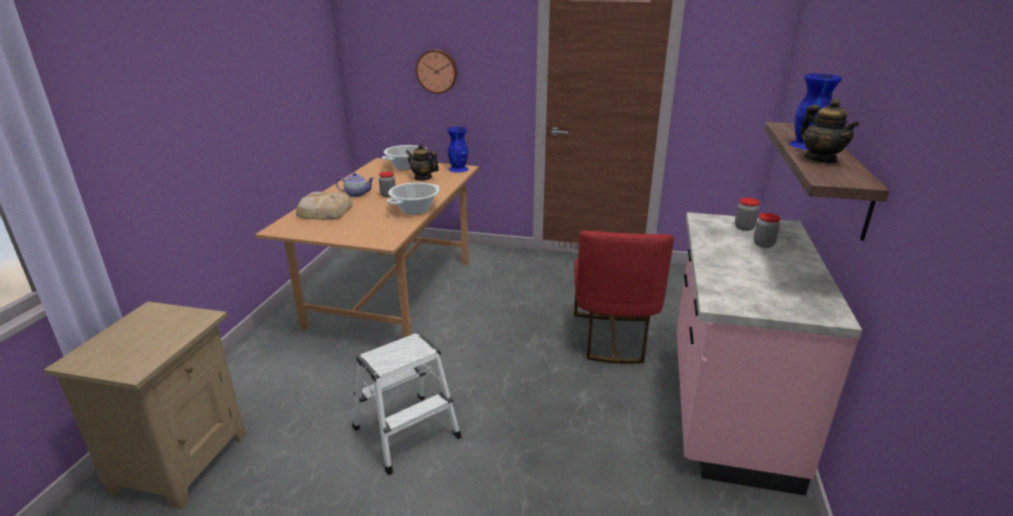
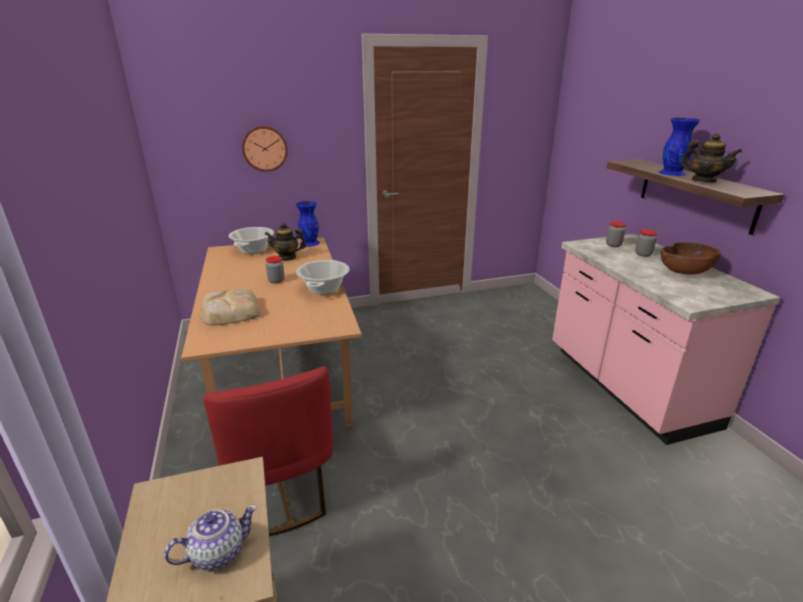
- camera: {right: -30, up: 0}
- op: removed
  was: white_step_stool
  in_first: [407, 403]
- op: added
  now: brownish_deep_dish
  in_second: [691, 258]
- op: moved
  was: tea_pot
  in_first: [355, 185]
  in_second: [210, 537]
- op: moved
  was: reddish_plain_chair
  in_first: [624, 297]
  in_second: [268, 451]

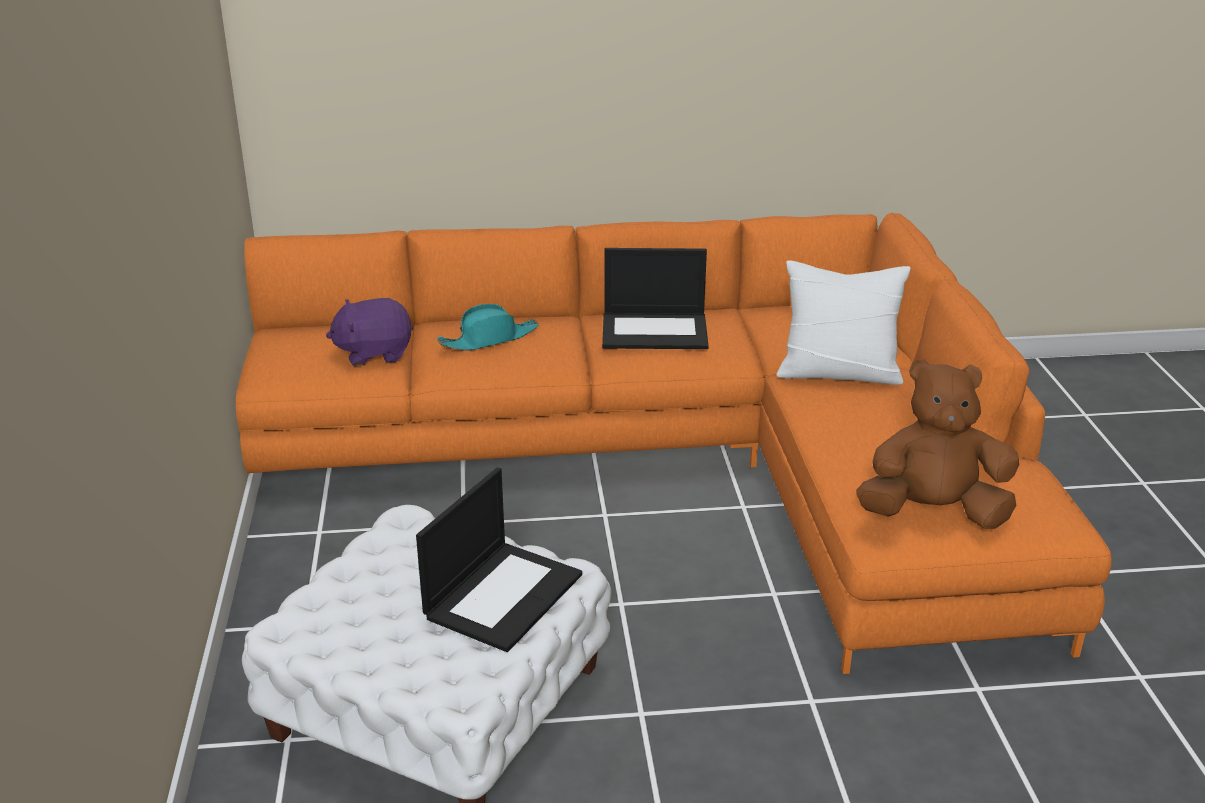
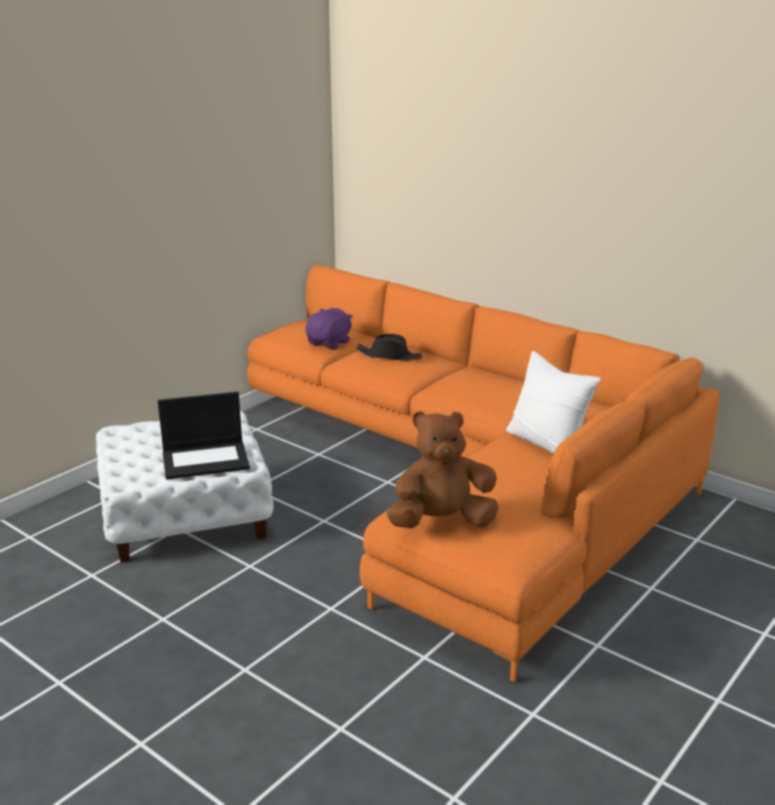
- camera: {right: 45, up: -5}
- op: removed
  was: laptop
  in_first: [655, 298]
- op: recoloured
  was: turquoise-coloured_clothing_hat
  now: blackish_clothing_hat
  in_first: [488, 327]
  in_second: [390, 347]
- op: turned
  was: purple-coloured_plush_toy
  in_first: [369, 332]
  in_second: [329, 328]
  clockwise: 90
- op: turned
  was: brownish_plush_toy
  in_first: [937, 444]
  in_second: [442, 469]
  clockwise: -60

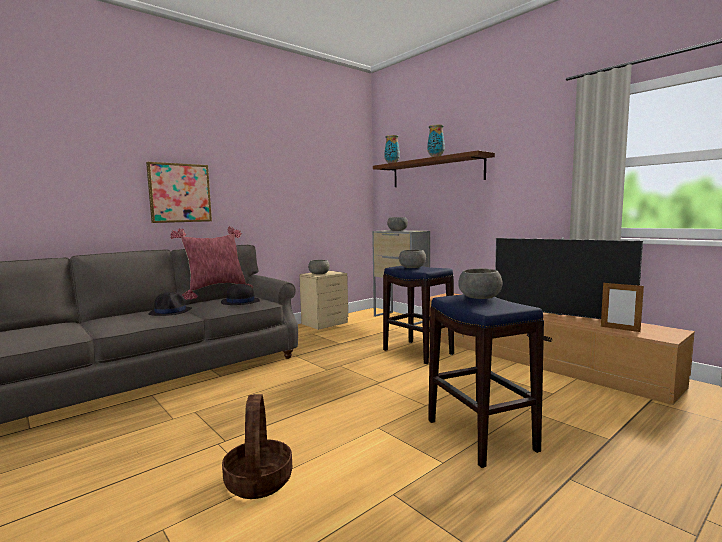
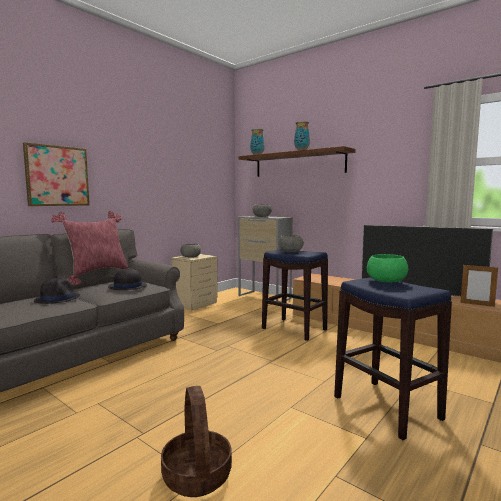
- camera: {right: -10, up: 0}
- op: recoloured
  was: gray_deep_dish
  now: greenish_deep_dish
  in_first: [480, 283]
  in_second: [387, 268]

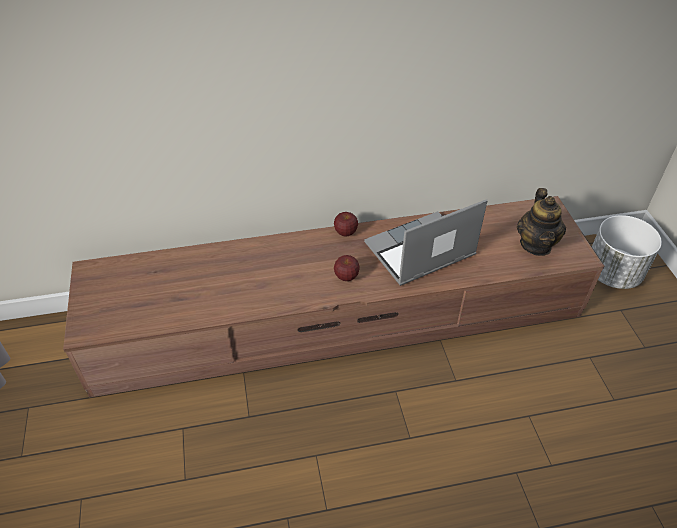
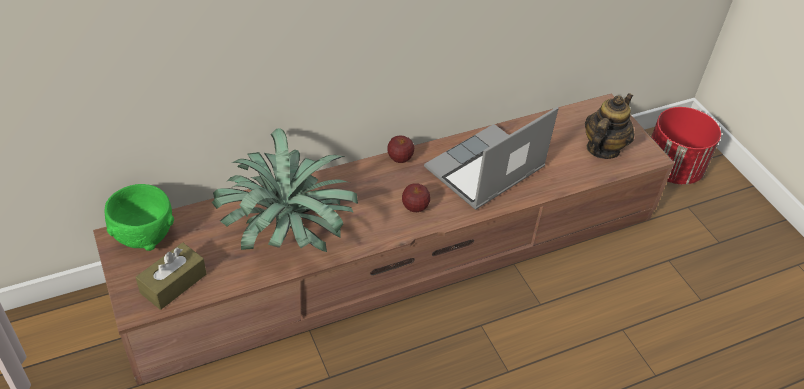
- camera: {right: -15, up: 0}
- op: added
  now: greenish_deep_dish
  in_second: [139, 217]
- op: added
  now: brownish_box_of_tissues
  in_second: [171, 276]
- op: added
  now: potted_plant
  in_second: [285, 190]
- op: recoloured
  was: white_plant_pot
  now: reddish_plant_pot
  in_first: [627, 252]
  in_second: [686, 146]
- op: turned
  was: tea_pot
  in_first: [541, 222]
  in_second: [610, 126]
  clockwise: -135

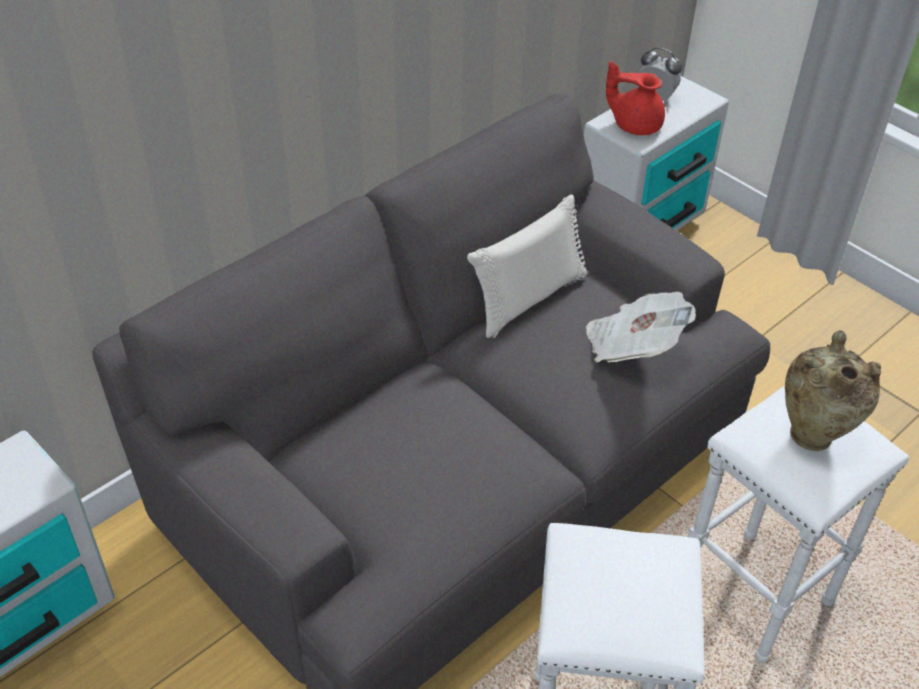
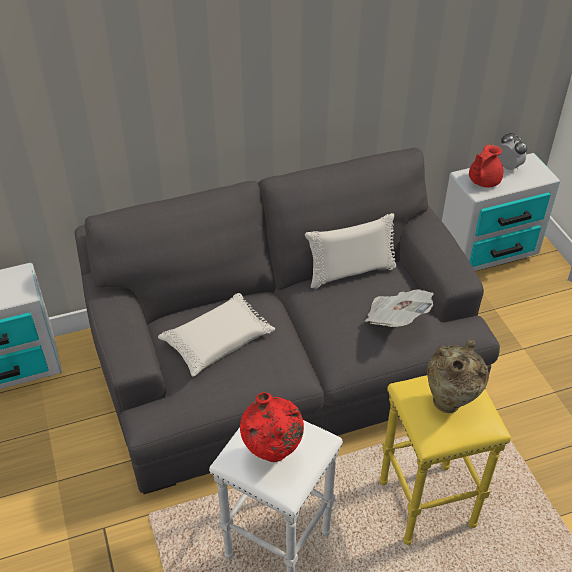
- camera: {right: 25, up: 0}
- op: added
  now: white_throw_pillow
  in_second: [216, 334]
- op: added
  now: reddish_decorative_vase
  in_second: [272, 427]
- op: recoloured
  was: white_sitting_stool
  now: yellow_sitting_stool
  in_first: [798, 524]
  in_second: [445, 460]
- op: turned
  was: reddish_tea_pot
  in_first: [635, 98]
  in_second: [486, 166]
  clockwise: -90

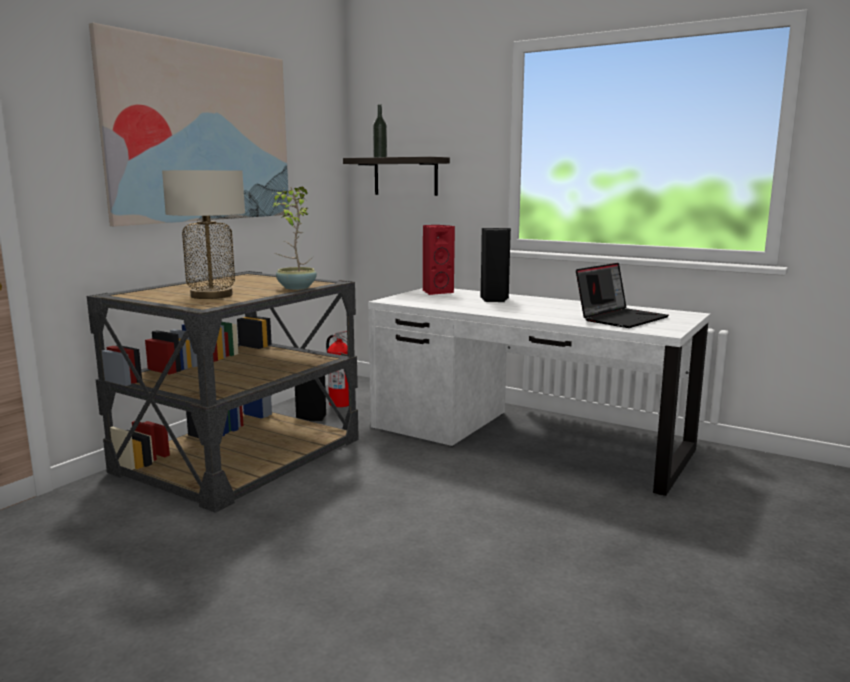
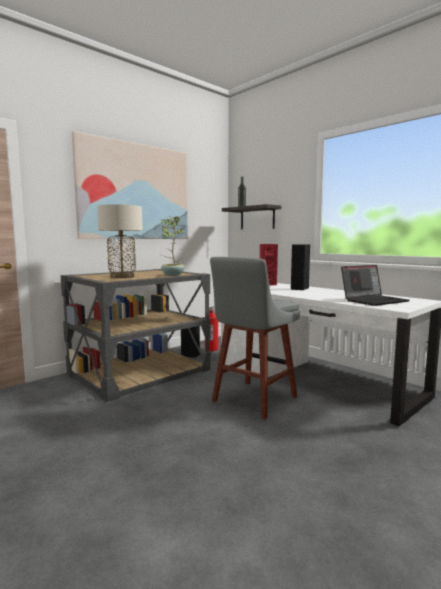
- camera: {right: 15, up: -5}
- op: added
  now: gray_sitting_stool
  in_second: [255, 338]

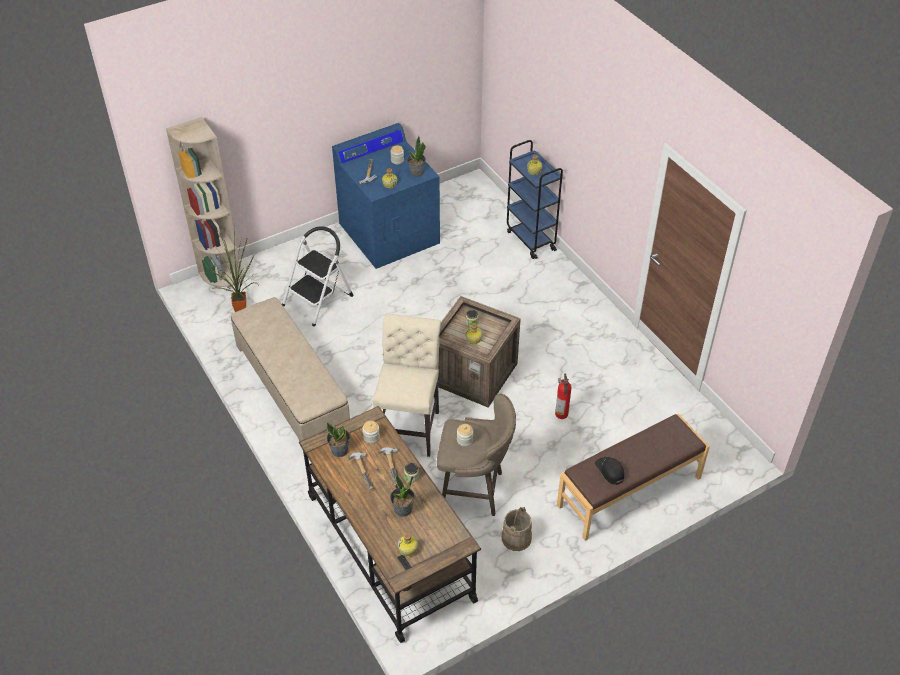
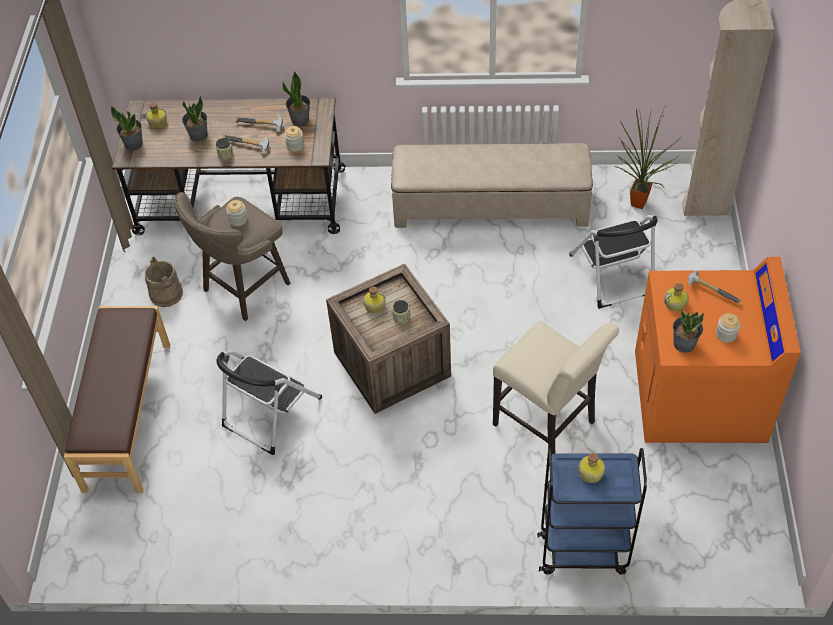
- camera: {right: 125, up: 5}
- op: removed
  was: blackish_baseball_cap
  in_first: [609, 471]
- op: added
  now: potted_plant
  in_second: [127, 128]
- op: moved
  was: beige-coloured_sitting_stool
  in_first: [407, 385]
  in_second: [556, 388]
- op: replaced
  was: extinguisher
  now: step_stool
  in_first: [563, 396]
  in_second: [269, 402]
- op: recoloured
  was: bluish_laundry_appliance
  now: orangey_laundry_appliance
  in_first: [386, 196]
  in_second: [718, 350]

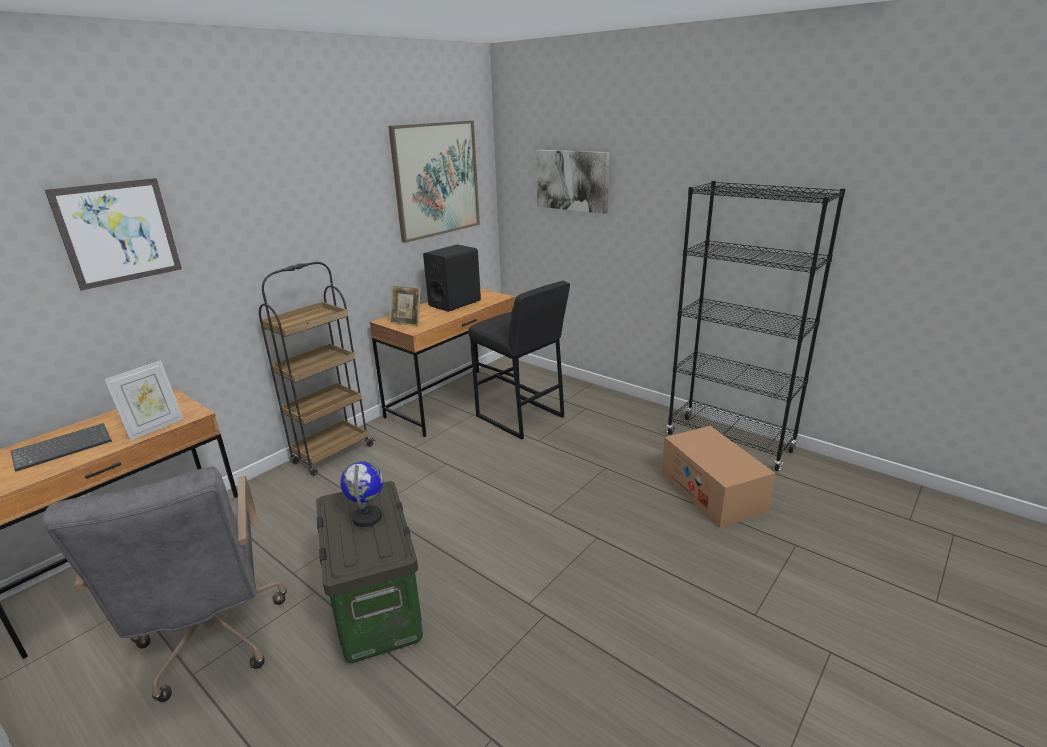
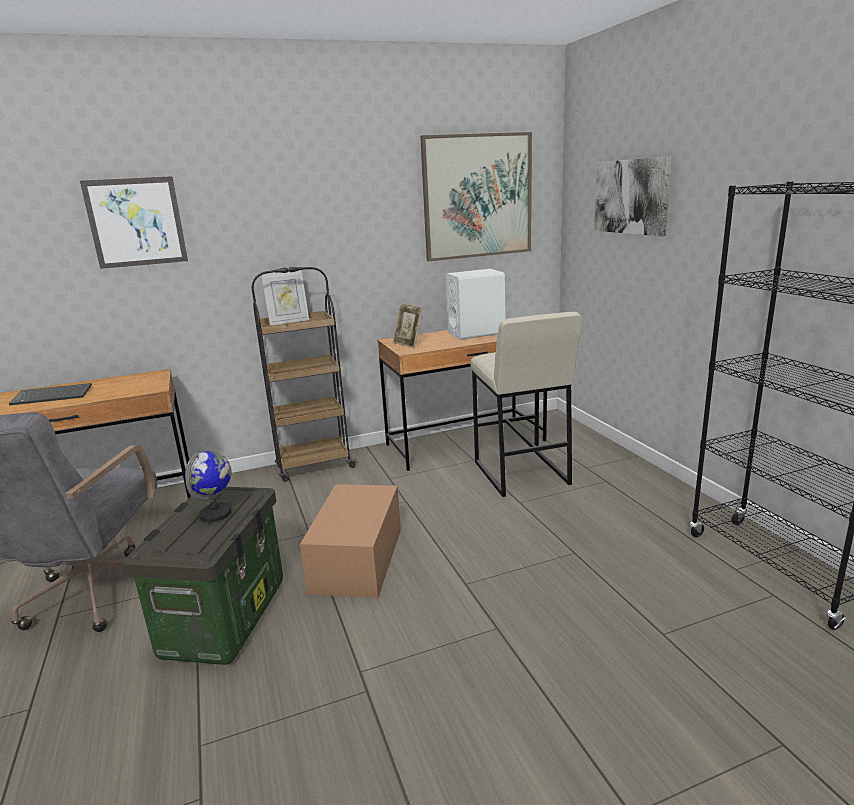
- camera: {right: 30, up: -5}
- op: moved
  was: photo_frame
  in_first: [143, 400]
  in_second: [285, 298]
- op: moved
  was: carton
  in_first: [719, 477]
  in_second: [350, 541]
- op: recoloured
  was: blackish_audio_speaker
  now: white_audio_speaker
  in_first: [452, 278]
  in_second: [475, 304]
- op: recoloured
  was: blackish_sitting_stool
  now: beige-coloured_sitting_stool
  in_first: [519, 360]
  in_second: [526, 404]

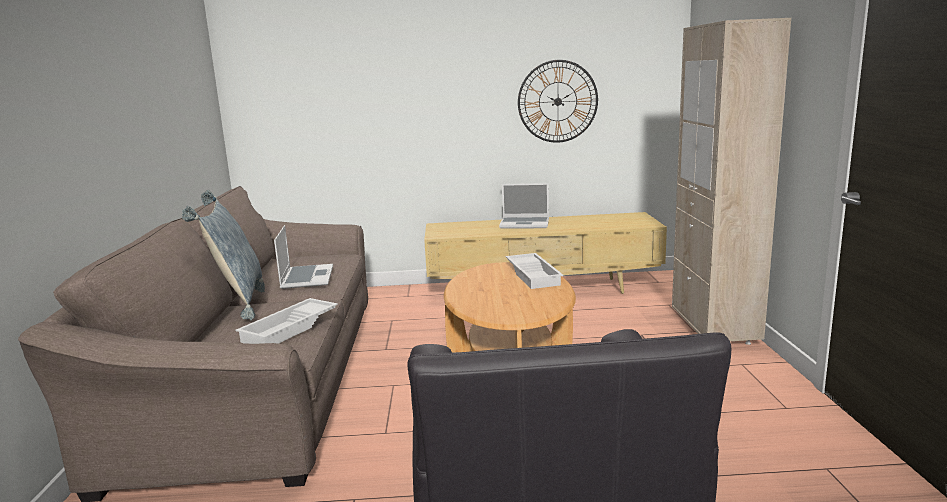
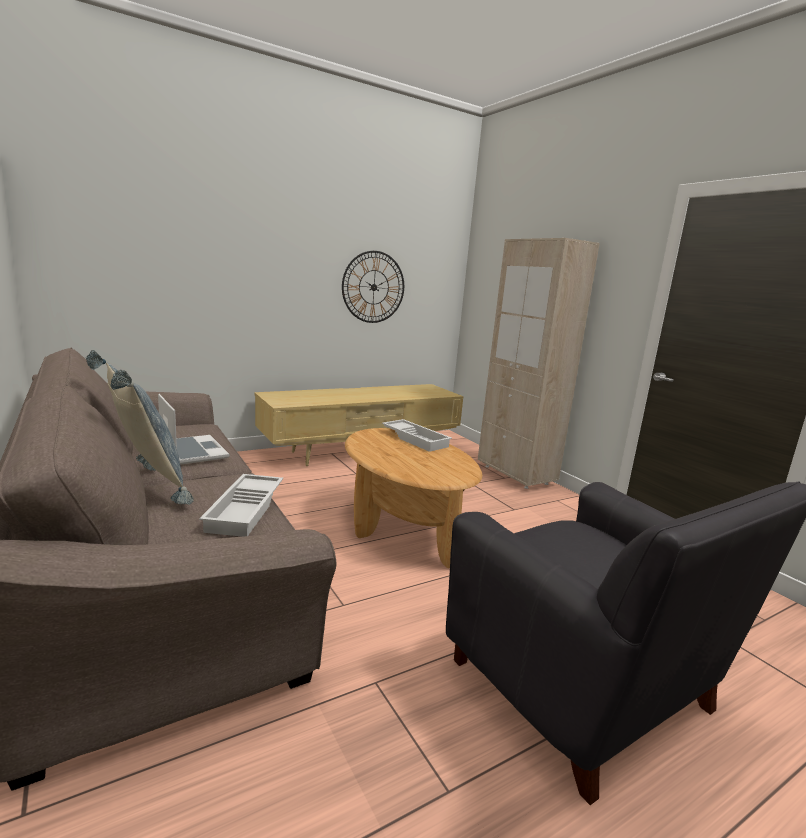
- camera: {right: -30, up: 0}
- op: removed
  was: laptop
  in_first: [524, 206]

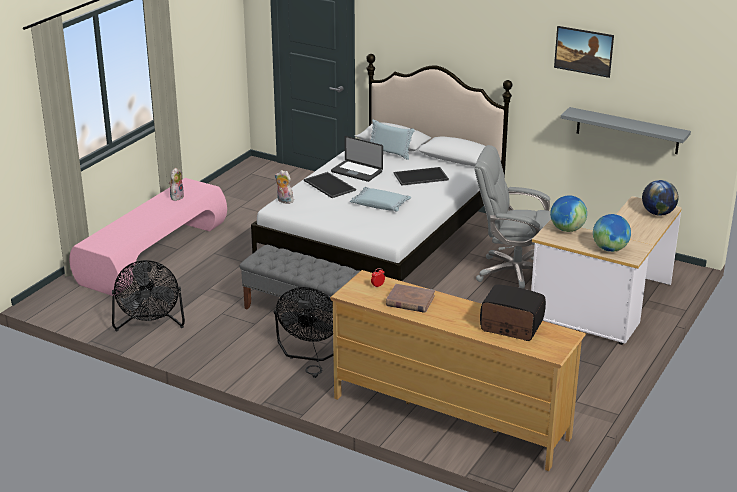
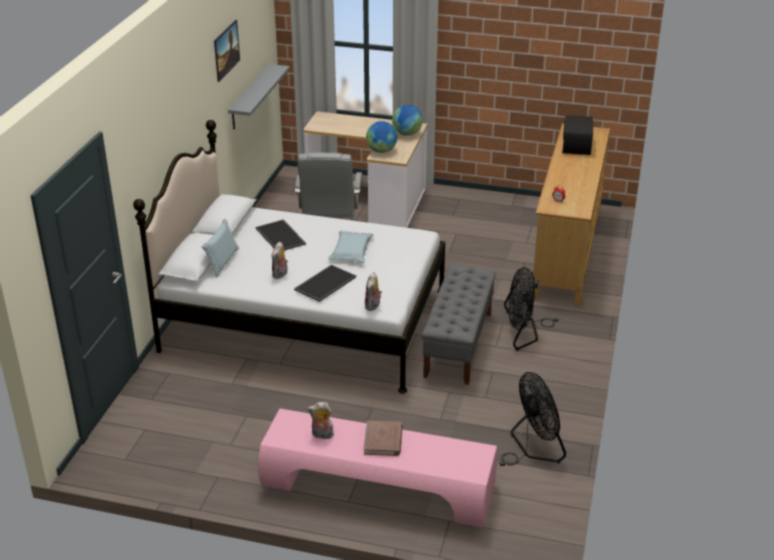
- camera: {right: -105, up: 5}
- op: removed
  was: world_globe
  in_first: [660, 198]
- op: moved
  was: brownish_bound_book
  in_first: [410, 298]
  in_second: [383, 438]
- op: replaced
  was: laptop
  now: plush_toy
  in_first: [357, 159]
  in_second: [280, 260]

